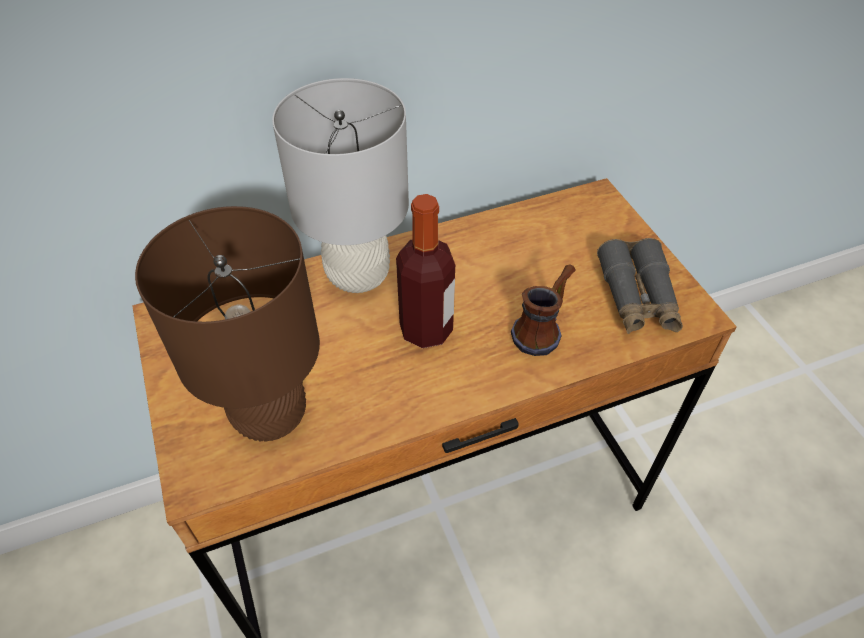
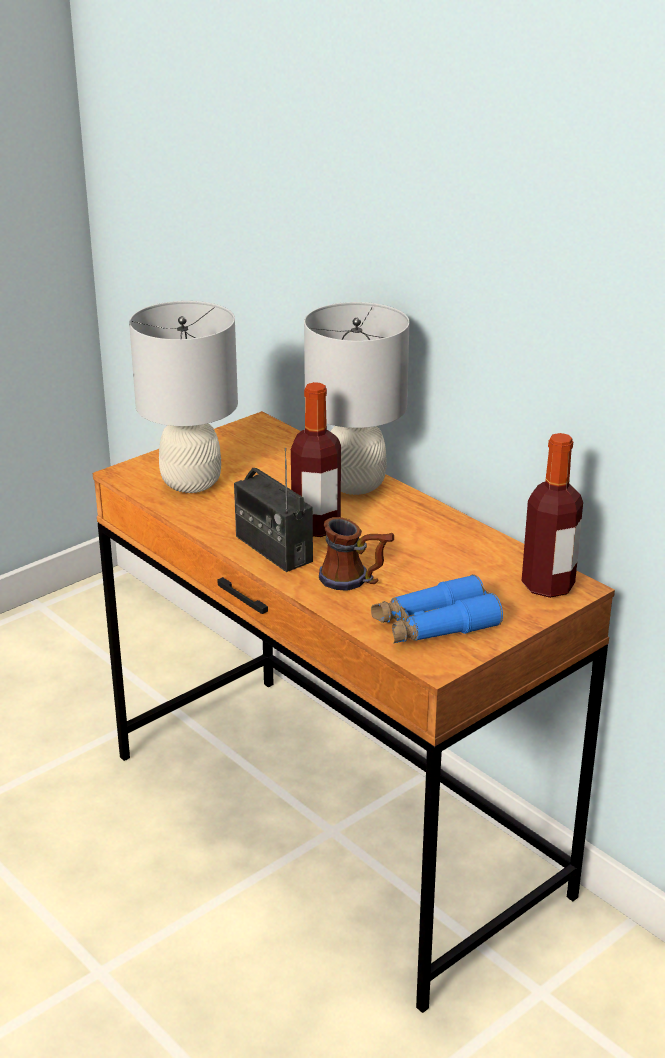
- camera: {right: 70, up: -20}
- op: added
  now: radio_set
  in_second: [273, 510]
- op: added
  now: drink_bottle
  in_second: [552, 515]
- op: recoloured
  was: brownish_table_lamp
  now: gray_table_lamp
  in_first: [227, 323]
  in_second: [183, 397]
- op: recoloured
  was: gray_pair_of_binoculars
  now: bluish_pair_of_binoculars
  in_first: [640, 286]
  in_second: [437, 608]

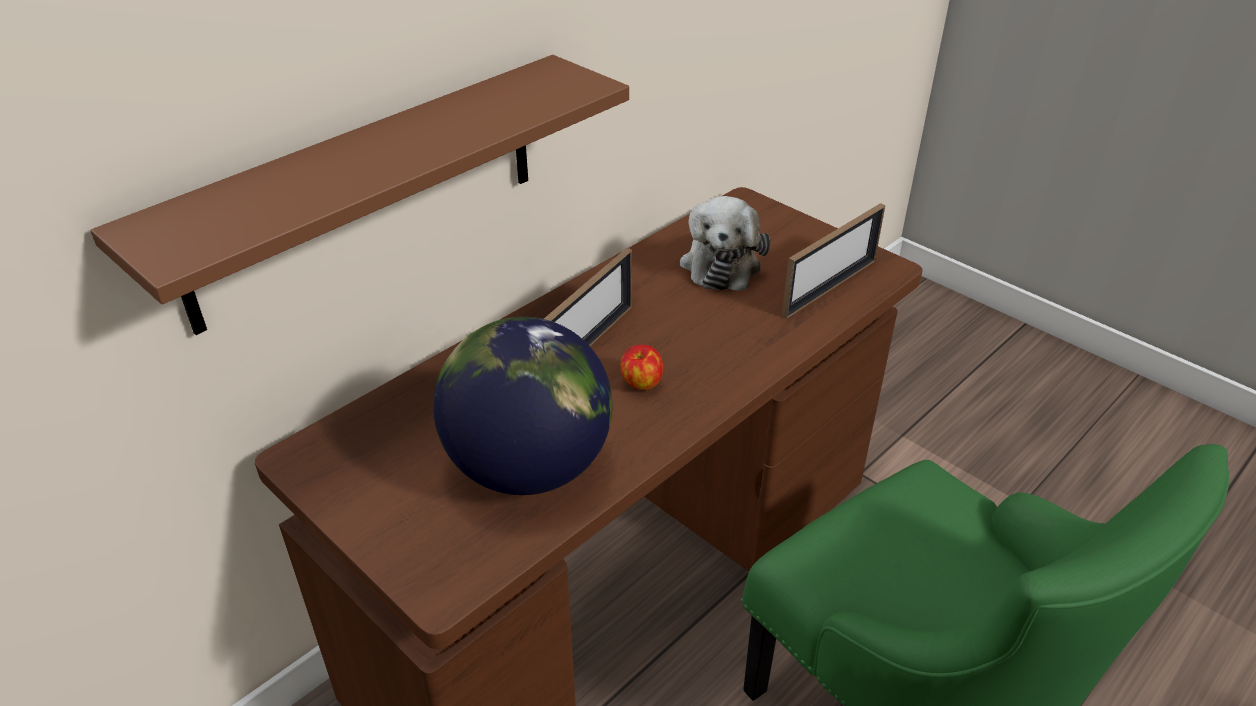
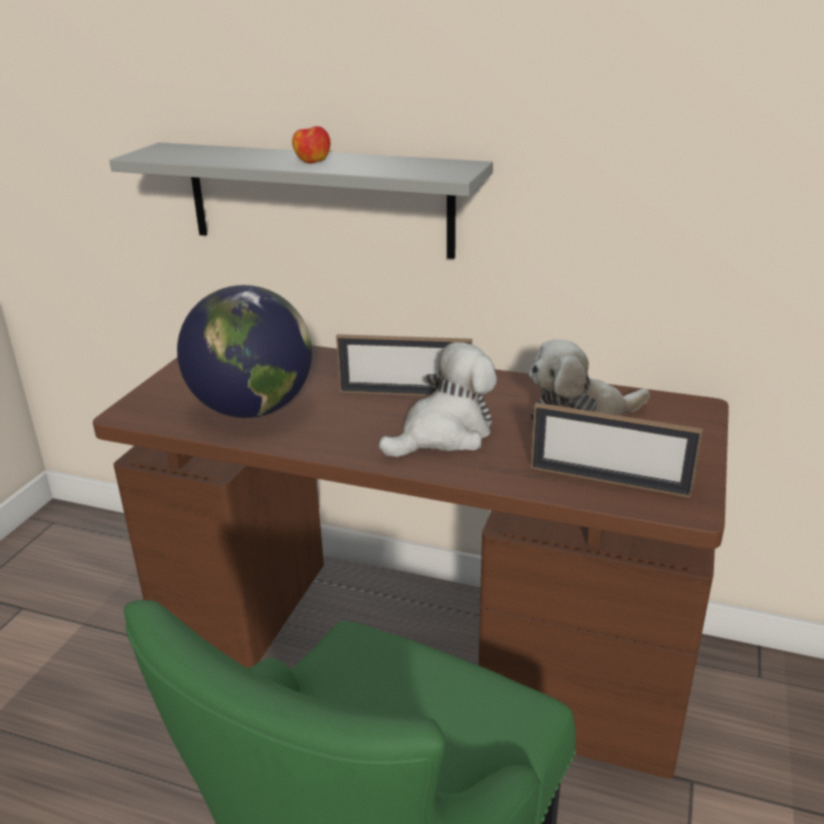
- camera: {right: 65, up: -10}
- op: added
  now: plush_toy
  in_second: [438, 399]
- op: moved
  was: apple
  in_first: [641, 367]
  in_second: [311, 144]
- op: recoloured
  was: brownish_bracket_shelf
  now: gray_bracket_shelf
  in_first: [359, 195]
  in_second: [301, 200]

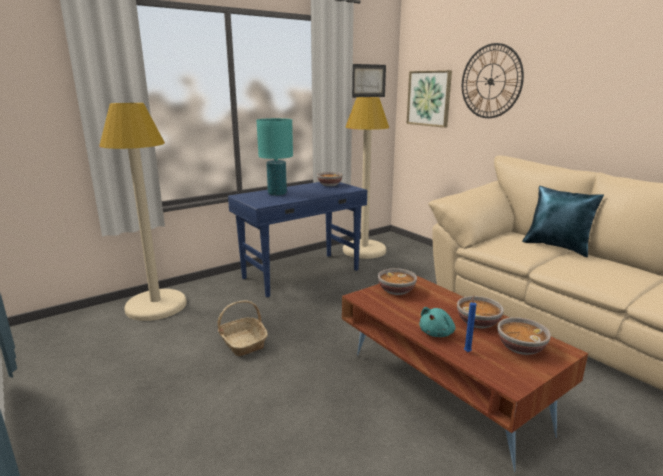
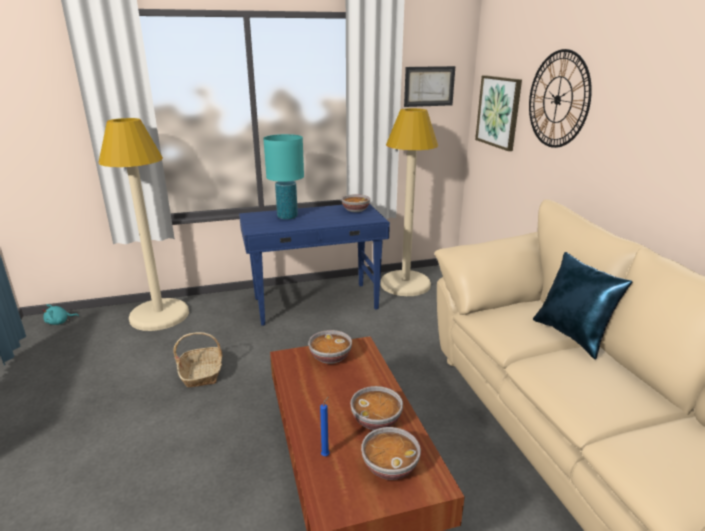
- camera: {right: 20, up: 5}
- op: moved
  was: turquoise-coloured_plush_toy
  in_first: [437, 322]
  in_second: [60, 314]

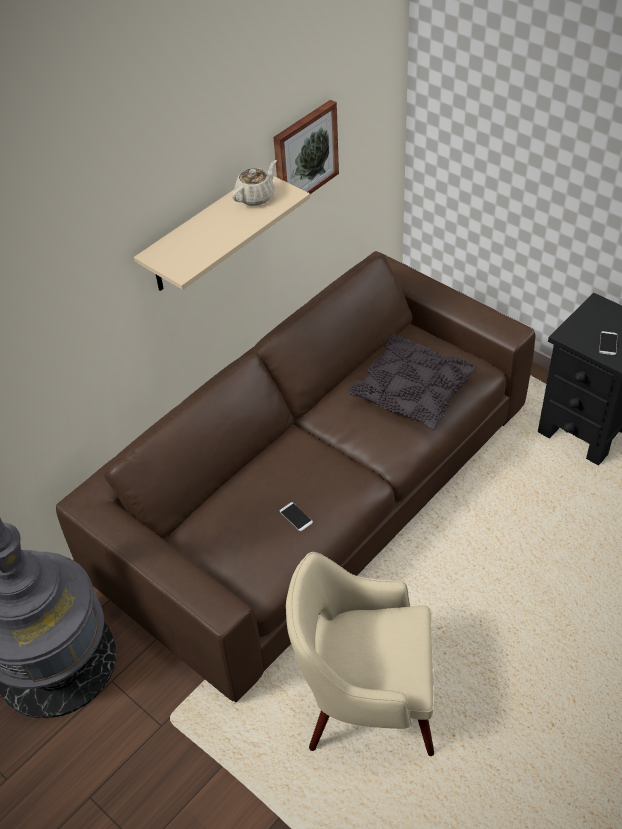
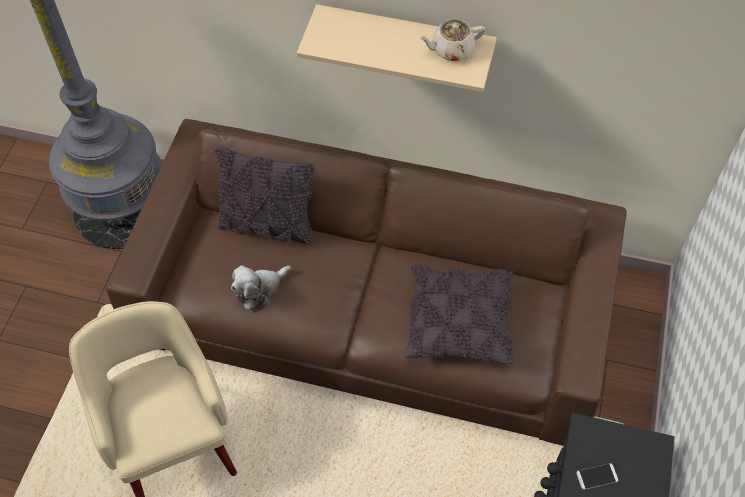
- camera: {right: 60, up: 10}
- op: removed
  was: picture
  in_first: [306, 147]
- op: added
  now: blackish_throw_pillow
  in_second: [264, 196]
- op: replaced
  was: handset
  now: plush_toy
  in_first: [296, 516]
  in_second: [261, 288]
- op: turned
  was: beige-coloured_tea_pot
  in_first: [254, 183]
  in_second: [452, 40]
  clockwise: 150

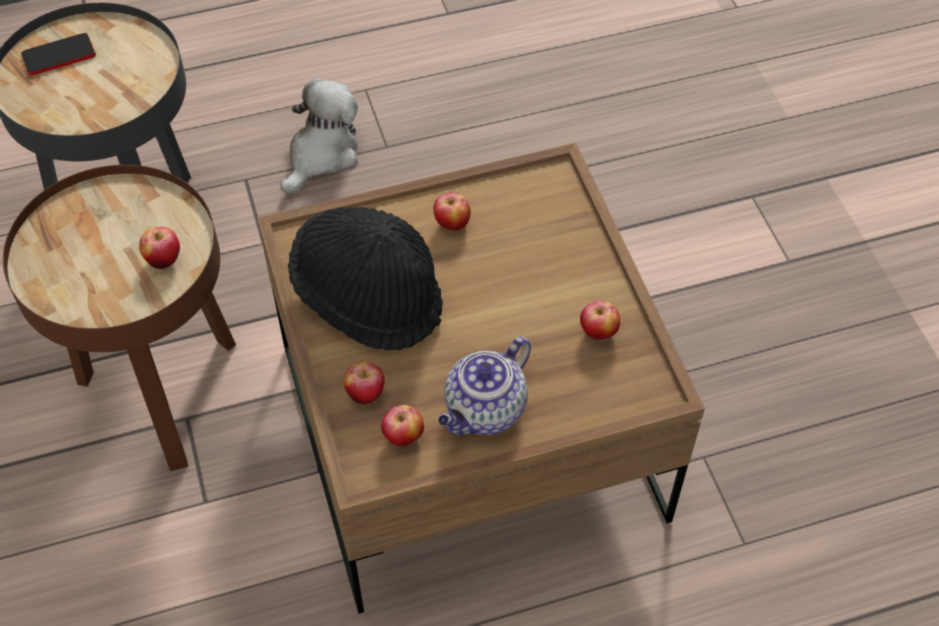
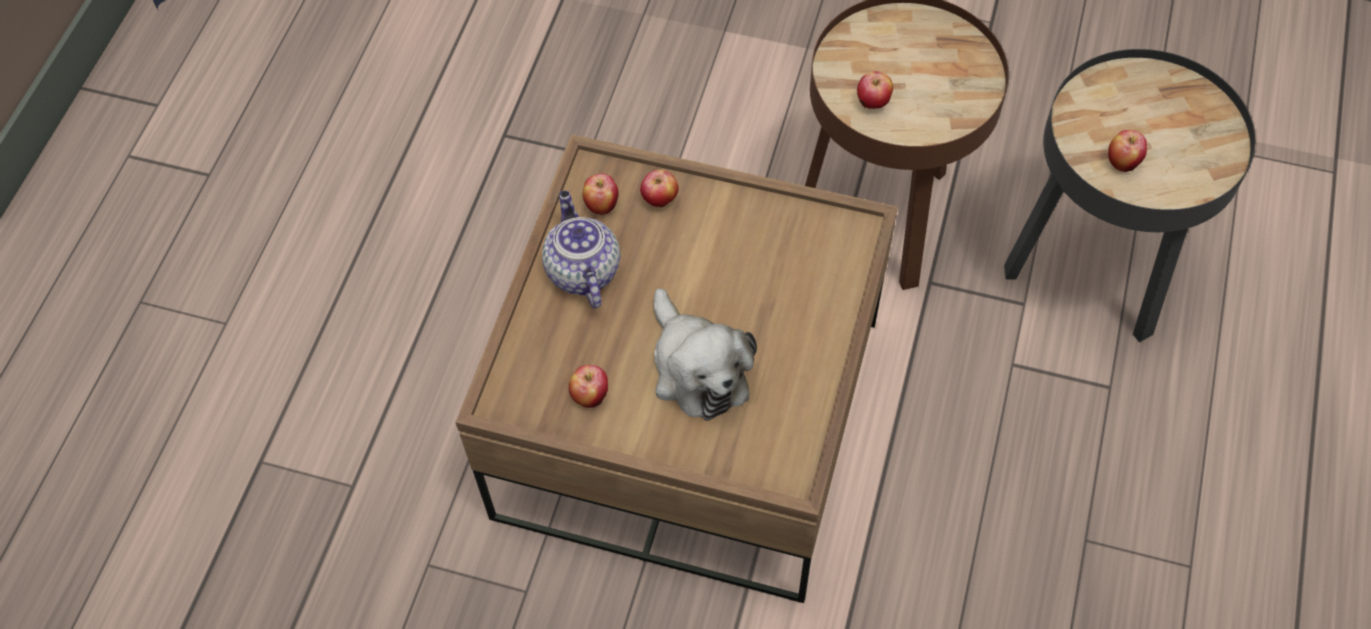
- camera: {right: 125, up: 5}
- op: removed
  was: handset
  in_first: [58, 54]
- op: removed
  was: blackish_clothing_hat
  in_first: [365, 278]
- op: moved
  was: plush_toy
  in_first: [319, 136]
  in_second: [705, 354]
- op: moved
  was: apple
  in_first: [452, 212]
  in_second: [1127, 151]

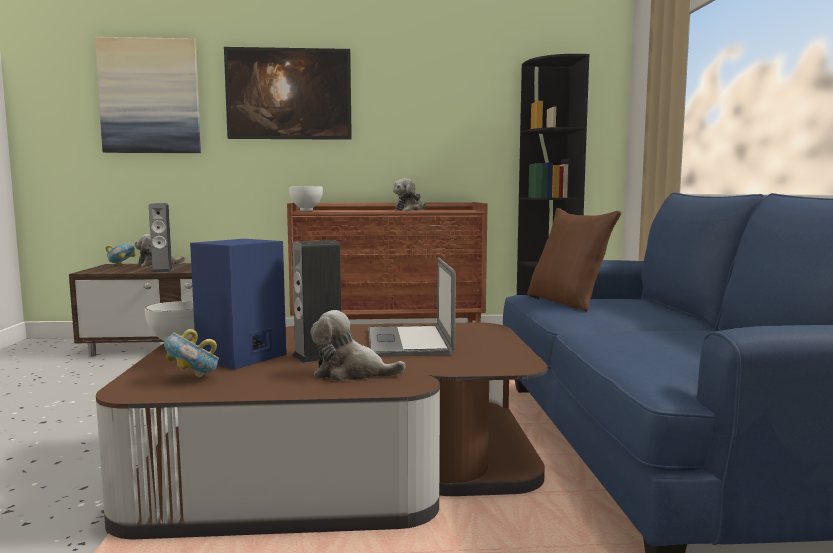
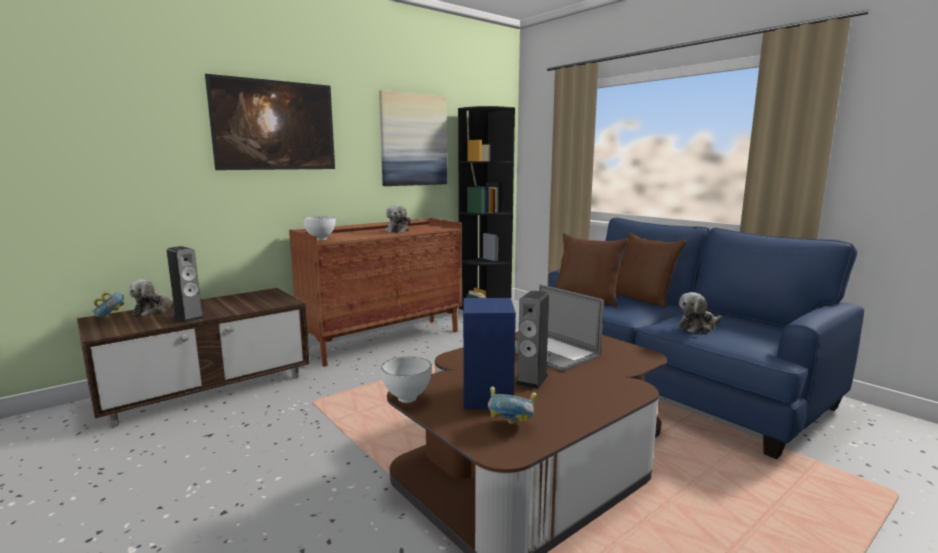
- camera: {right: -35, up: 5}
- op: added
  now: brownish_throw_pillow
  in_second: [650, 270]
- op: moved
  was: picture
  in_first: [148, 95]
  in_second: [413, 138]
- op: moved
  was: plush_toy
  in_first: [358, 345]
  in_second: [700, 312]

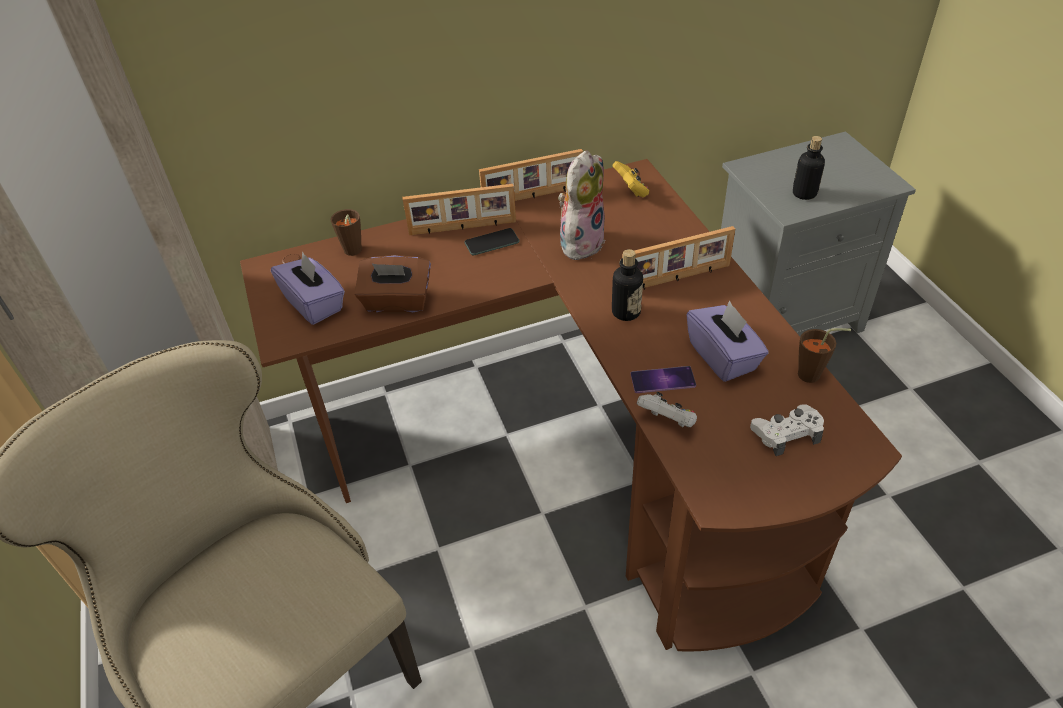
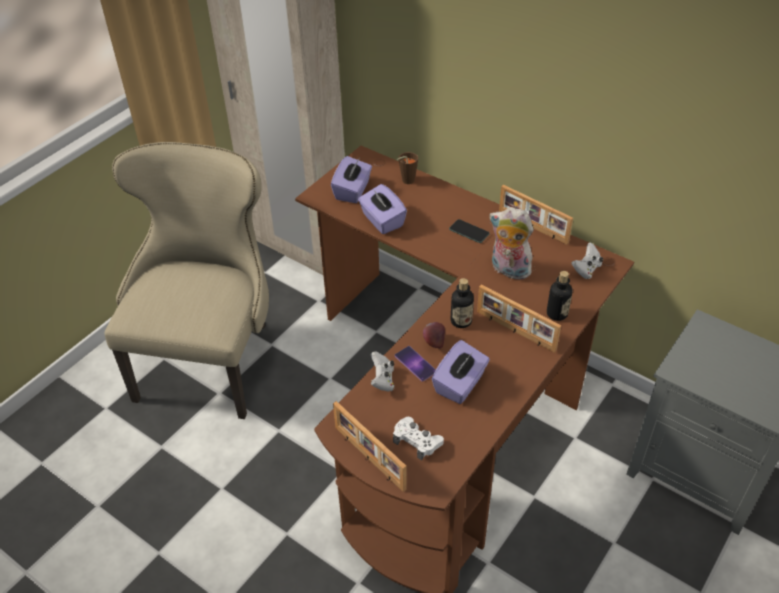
- camera: {right: 55, up: 0}
- op: removed
  was: brownish_cup
  in_first: [824, 355]
- op: added
  now: apple
  in_second: [434, 335]
- op: moved
  was: photo_frame
  in_first: [459, 209]
  in_second: [370, 446]
- op: moved
  was: drink_bottle
  in_first: [809, 168]
  in_second: [560, 296]
- op: recoloured
  was: brownish_box_of_tissues
  now: purple-coloured_box_of_tissues
  in_first: [393, 283]
  in_second: [382, 209]
- op: recoloured
  was: yellow_gamepad
  now: white_gamepad
  in_first: [630, 179]
  in_second: [587, 261]
- op: turned
  was: plush_toy
  in_first: [581, 205]
  in_second: [511, 243]
  clockwise: -150

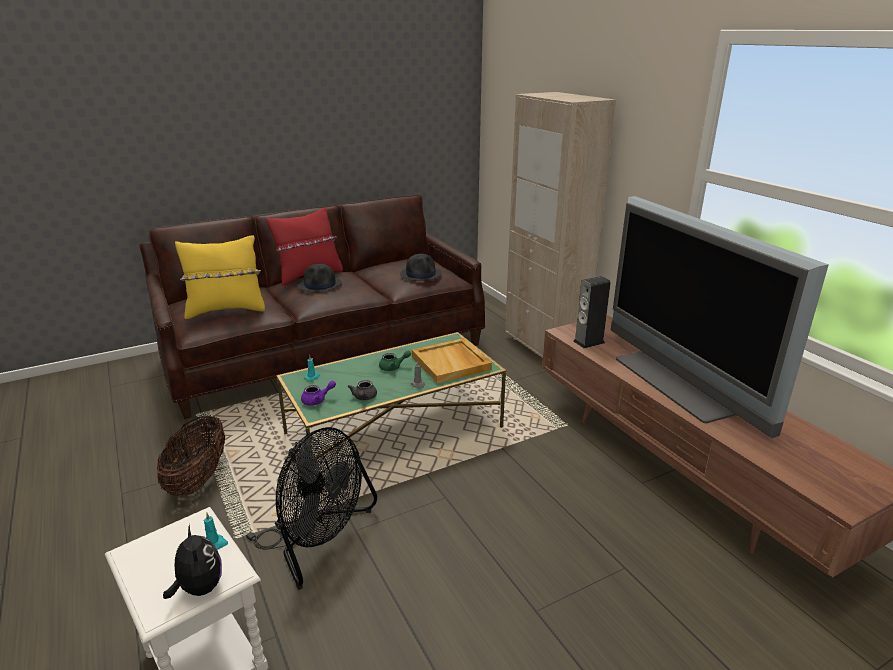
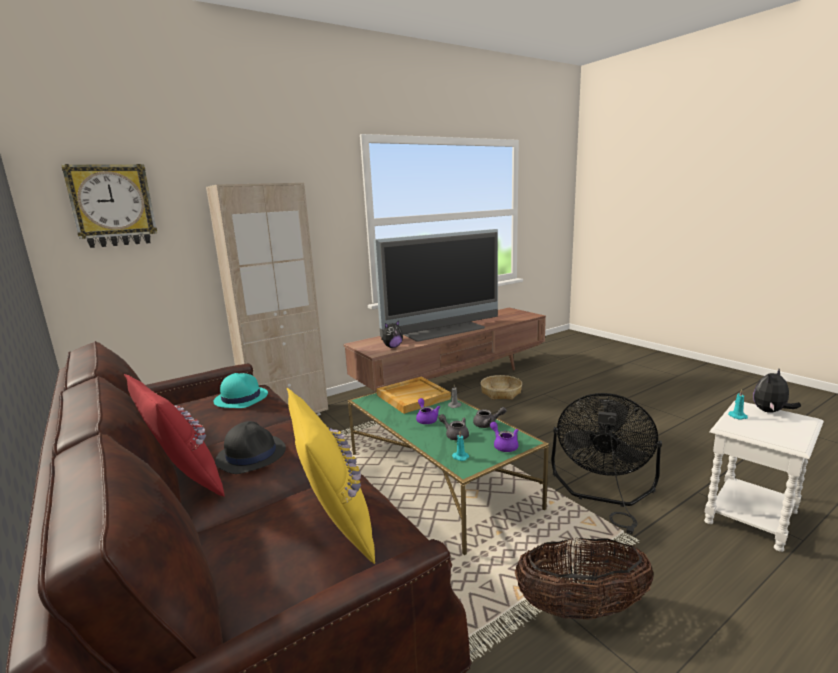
- camera: {right: -95, up: -10}
- op: added
  now: clock_on_the_wall
  in_second: [109, 206]
- op: added
  now: gray_tea_pot
  in_second: [453, 427]
- op: added
  now: household_basket
  in_second: [501, 387]
- op: replaced
  was: audio_speaker
  now: plush_toy
  in_first: [592, 312]
  in_second: [392, 334]
- op: recoloured
  was: greenish_tea_pot
  now: purple-coloured_tea_pot
  in_first: [395, 361]
  in_second: [428, 411]
- op: recoloured
  was: blackish_clothing_hat
  now: turquoise-coloured_clothing_hat
  in_first: [421, 267]
  in_second: [240, 390]

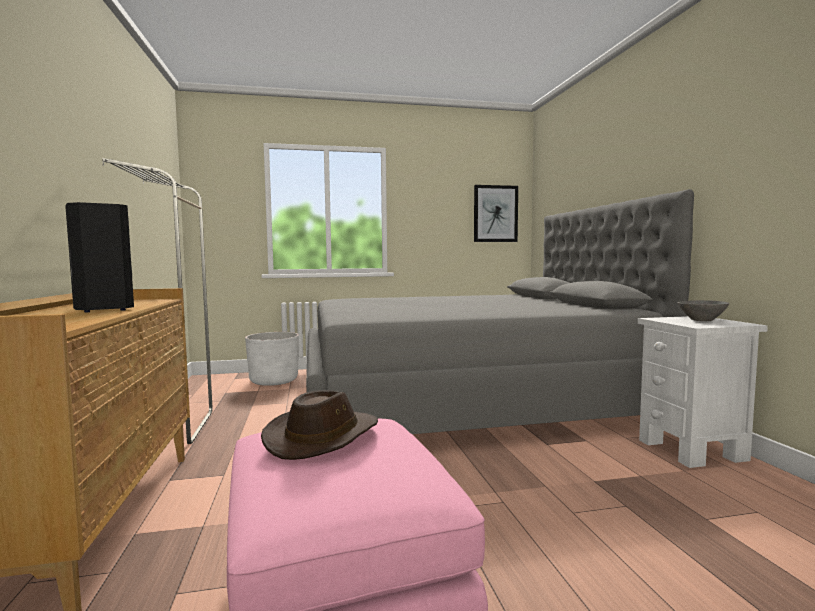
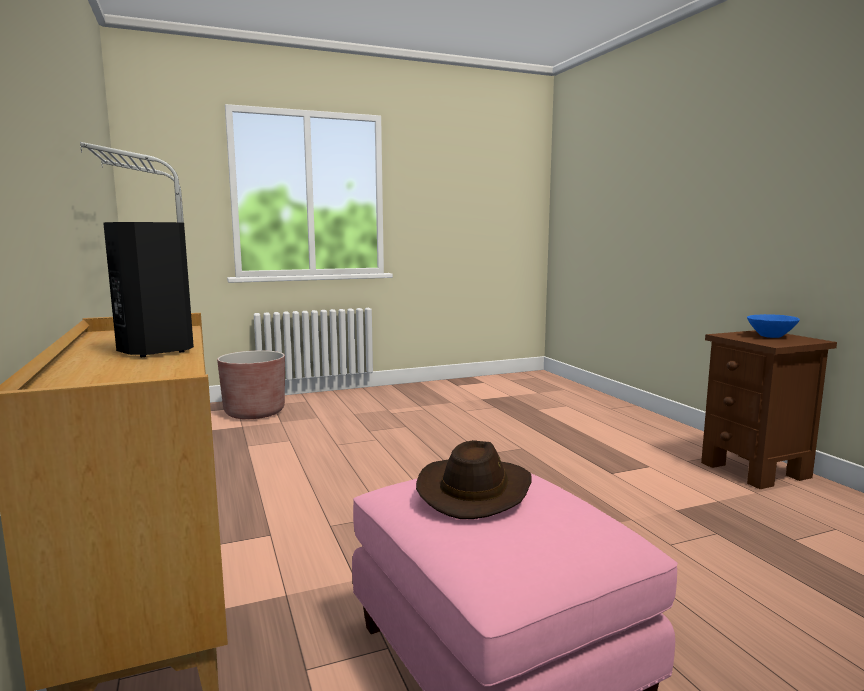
- camera: {right: -10, up: 5}
- op: removed
  was: gray_sleeping_bed
  in_first: [500, 311]
- op: removed
  was: picture
  in_first: [496, 213]
- op: recoloured
  was: white_plant_pot
  now: brownish_plant_pot
  in_first: [272, 359]
  in_second: [251, 384]
- op: recoloured
  was: white_night_table
  now: brownish_night_table
  in_first: [703, 392]
  in_second: [769, 409]
- op: recoloured
  was: gray_deep_dish
  now: bluish_deep_dish
  in_first: [703, 310]
  in_second: [773, 326]

